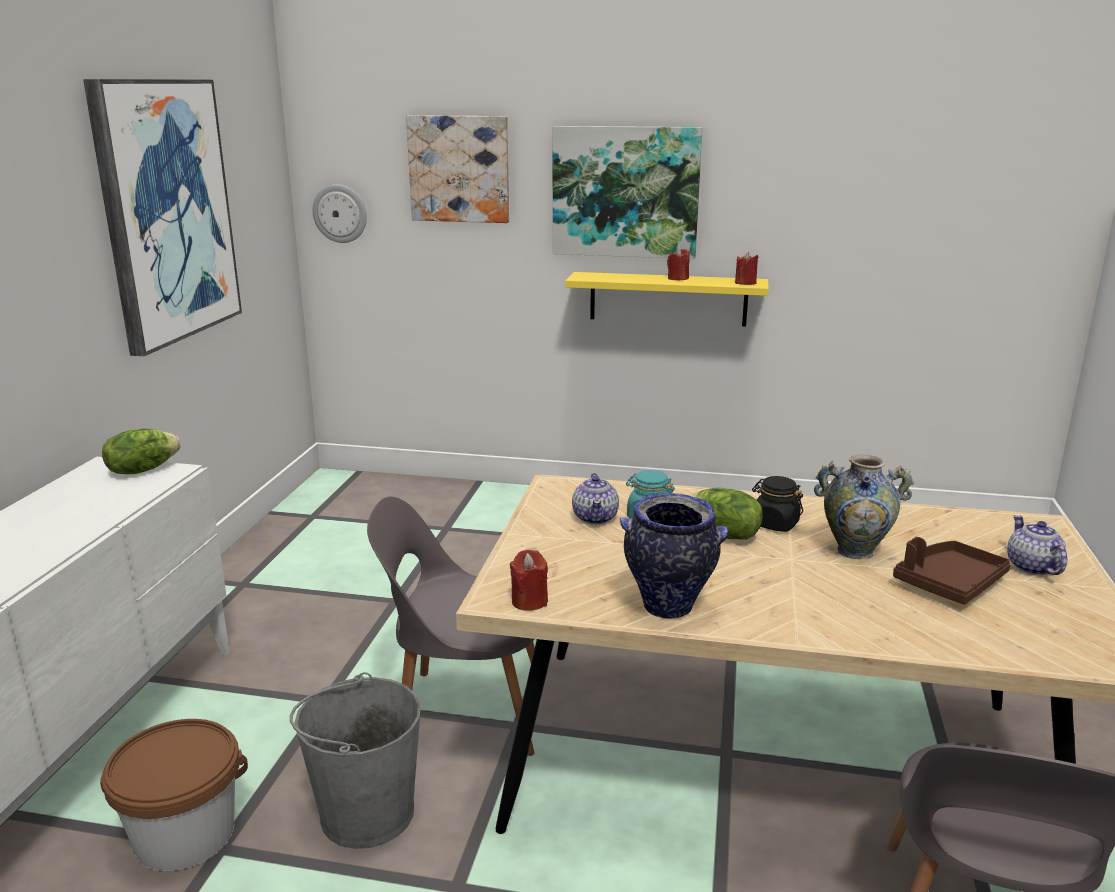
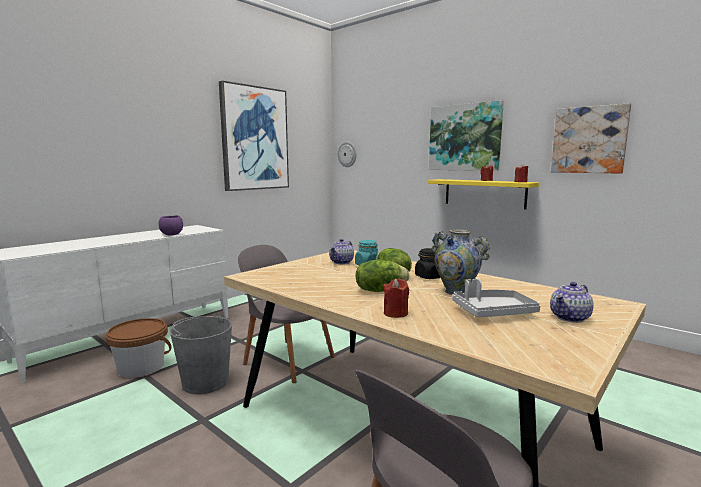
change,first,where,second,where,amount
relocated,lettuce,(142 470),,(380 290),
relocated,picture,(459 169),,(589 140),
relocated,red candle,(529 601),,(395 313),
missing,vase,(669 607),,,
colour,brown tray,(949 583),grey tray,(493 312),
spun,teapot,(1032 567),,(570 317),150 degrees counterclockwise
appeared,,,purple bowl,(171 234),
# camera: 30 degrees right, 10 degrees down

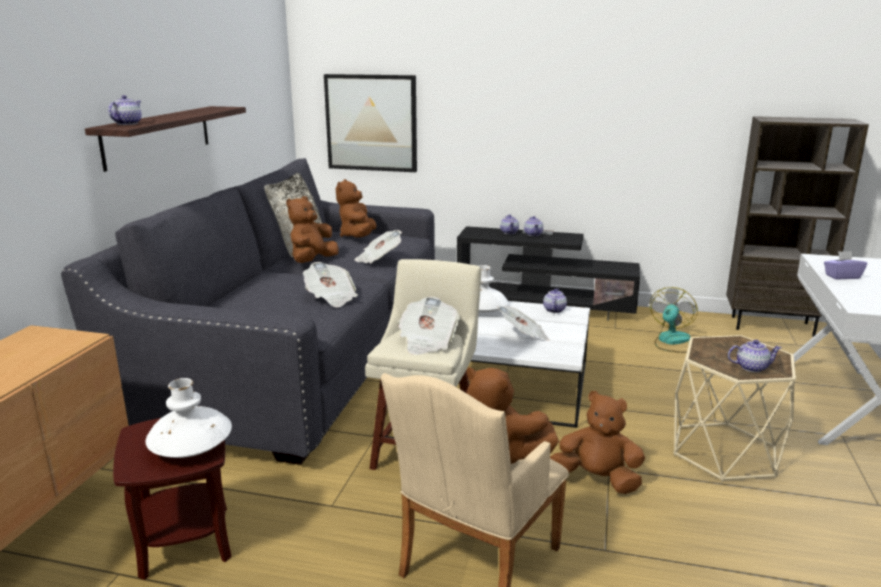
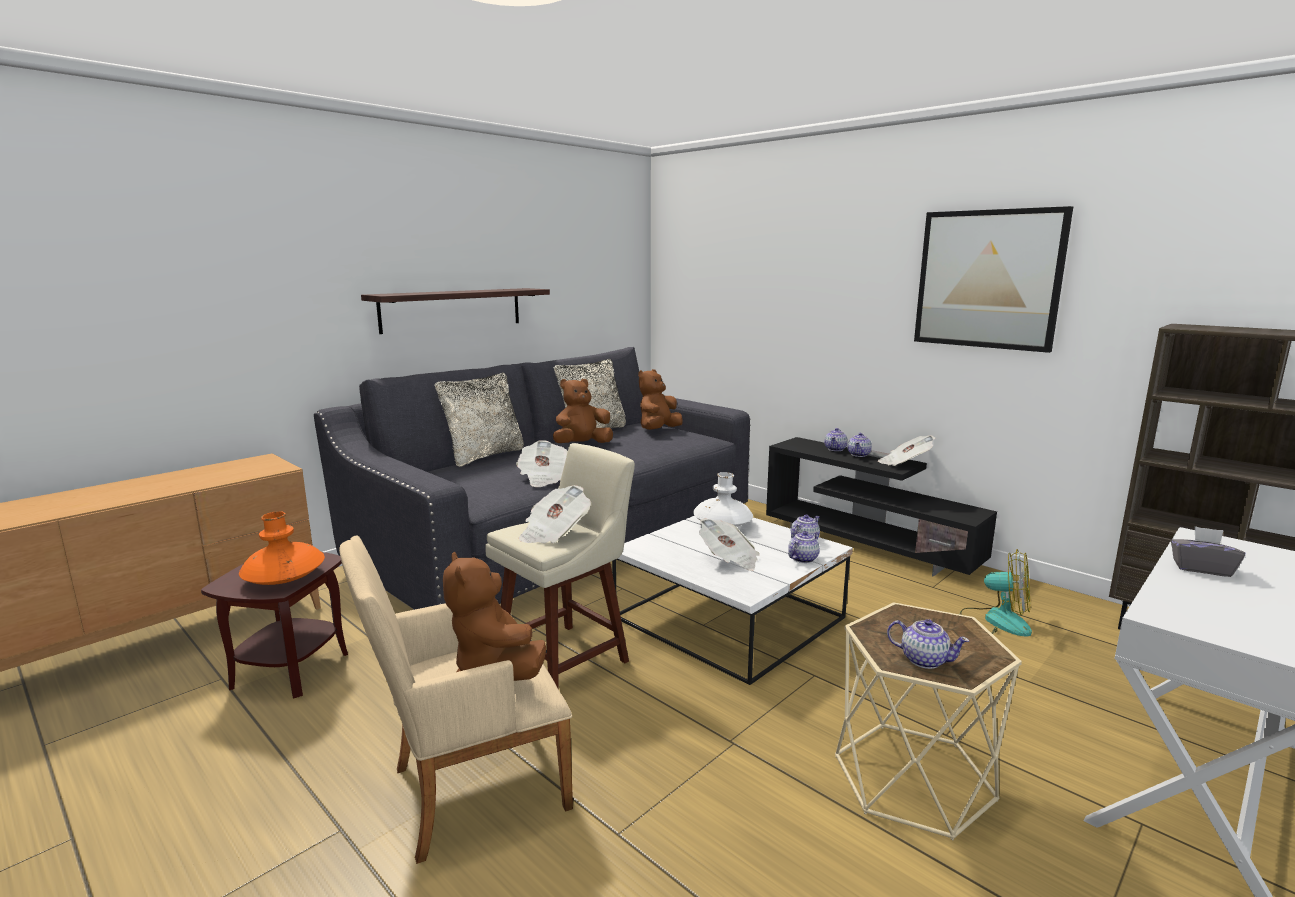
change,first,where,second,where,amount
relocated,teapot,(127 123),,(803 558),
colour,white vase,(191 446),orange vase,(284 578),
relocated,picture,(371 123),,(988 279),
relocated,newspaper,(378 259),,(904 464),
missing,brown plush toy,(597 479),,,
spun,fan,(672 342),,(995 621),60 degrees clockwise
colour,purple tissue box,(842 276),grey tissue box,(1201 568),
appeared,,,beige pillow,(485 456),
# camera: 30 degrees right, 5 degrees down

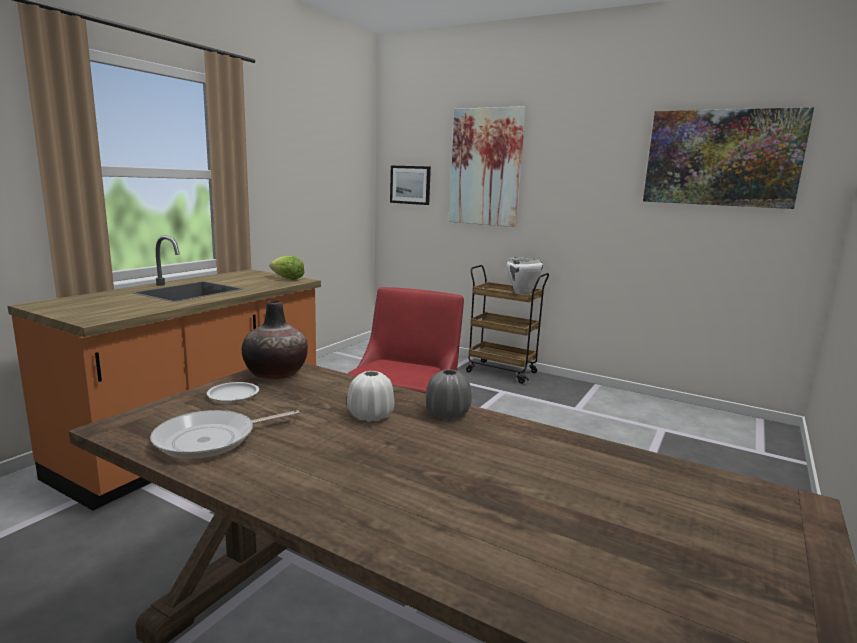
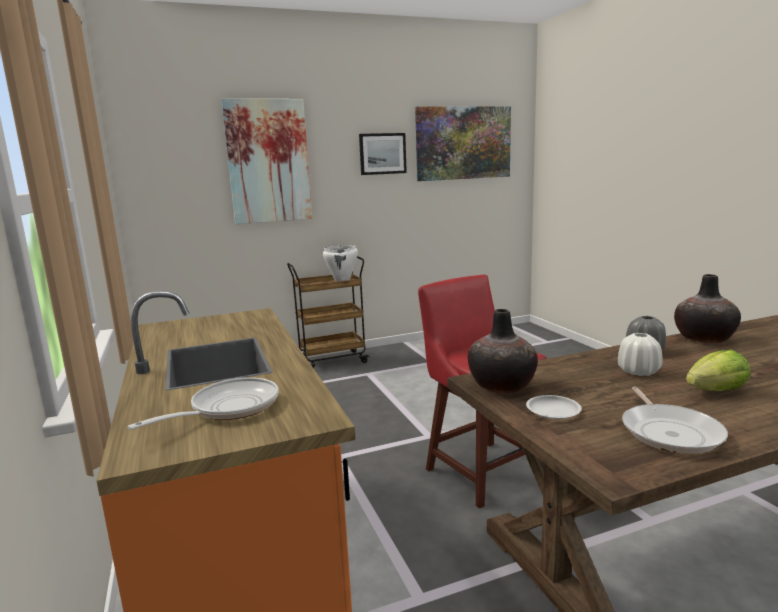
change,first,where,second,where,amount
relocated,lettuce,(287 279),,(716 391),
relocated,picture,(410 185),,(382 154),
appeared,,,frying pan,(228 408),
appeared,,,vase,(704 339),
# camera: 50 degrees left, 0 degrees up

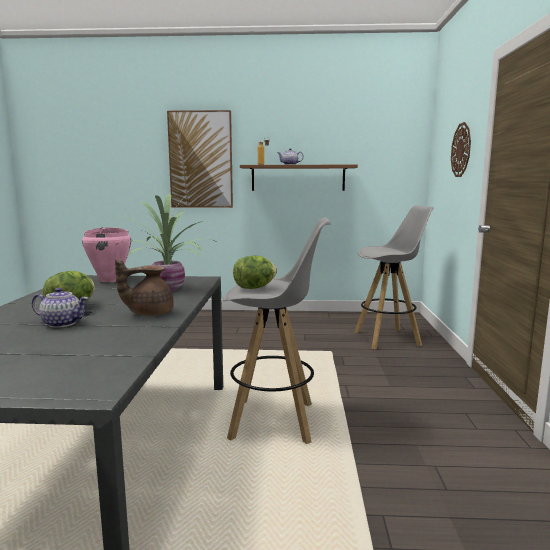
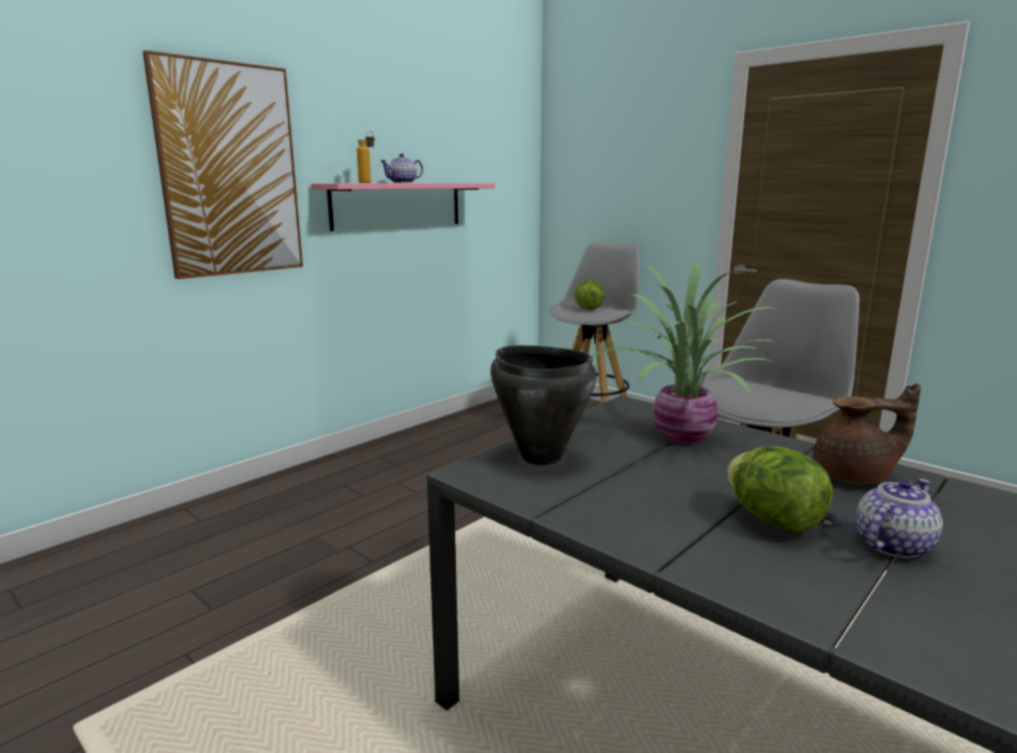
change,first,where,second,where,amount
colour,pink cooking pot,(110 280),black cooking pot,(540 457),
spun,brown teapot,(149 313),,(855 477),105 degrees counterclockwise
relocated,lettuce,(254 288),,(589 309),
colour,brown shelf,(298 178),pink shelf,(398 205),
missing,wall clock,(461 150),,,
# camera: 50 degrees left, 5 degrees up

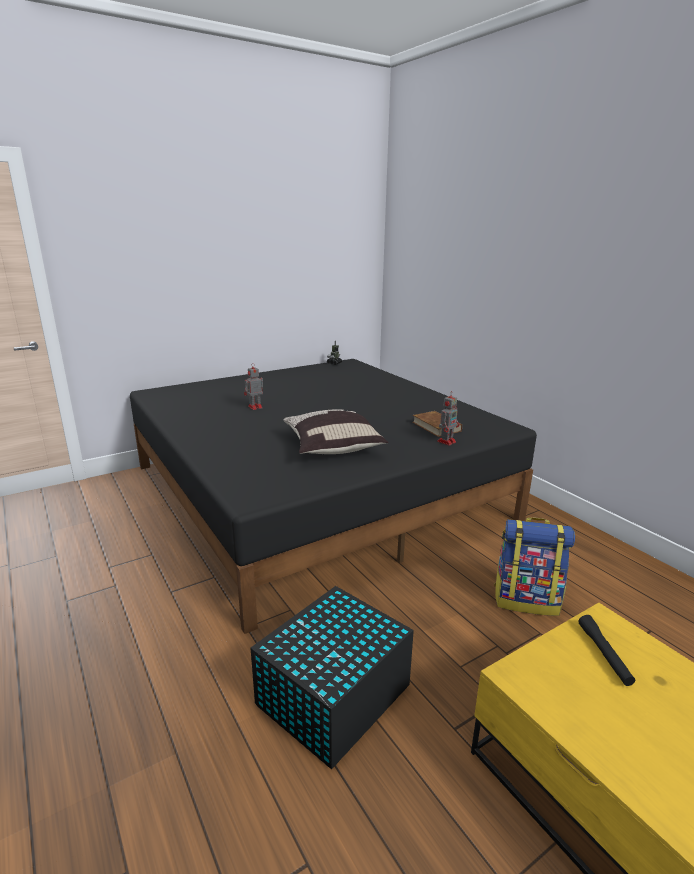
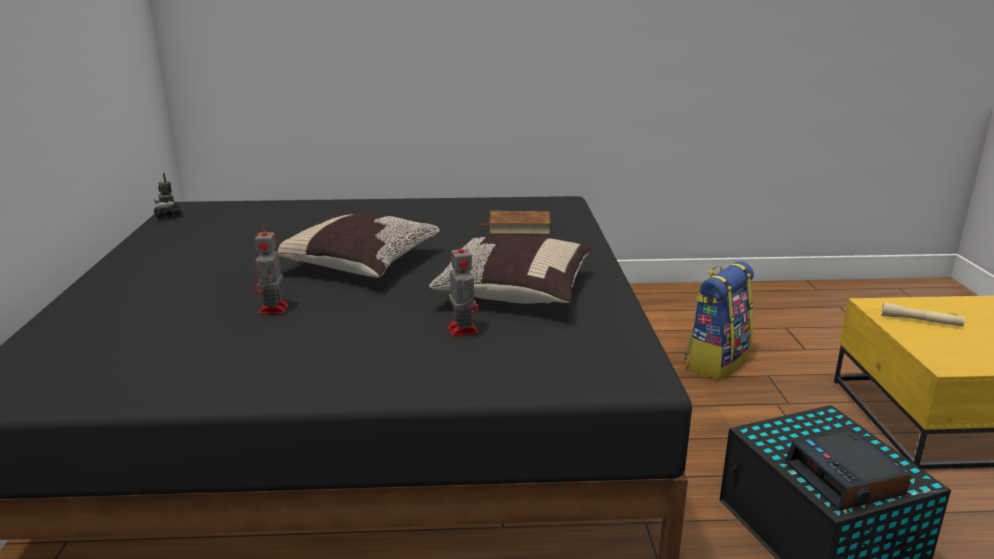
change,first,where,second,where,amount
relocated,toy robot,(447 441),,(462 329),
colour,black flashlight,(604 654),beige flashlight,(921 321),
appeared,,,pillow,(359 263),
appeared,,,alarm clock,(845 480),
# camera: 60 degrees left, 0 degrees up

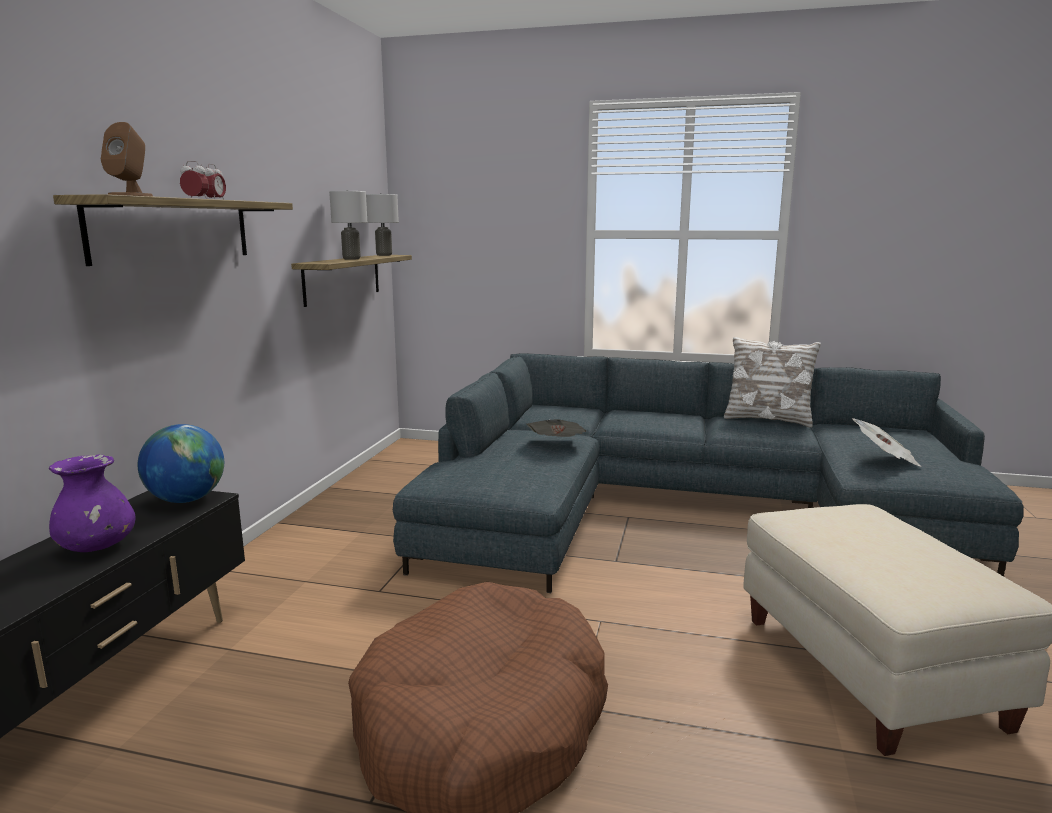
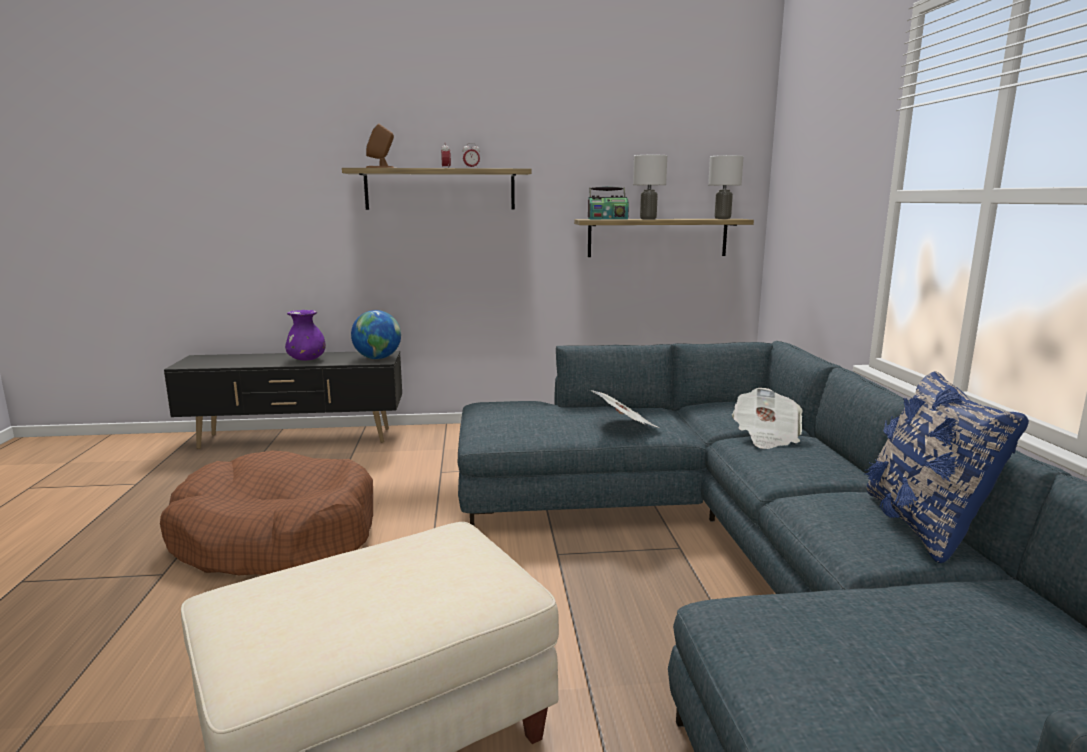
change,first,where,second,where,amount
colour,white pillow,(767 420),blue pillow,(921 526),
relocated,newspaper,(885 459),,(766 437),
appeared,,,radio,(607 219),
# camera: 70 degrees right, 0 degrees up

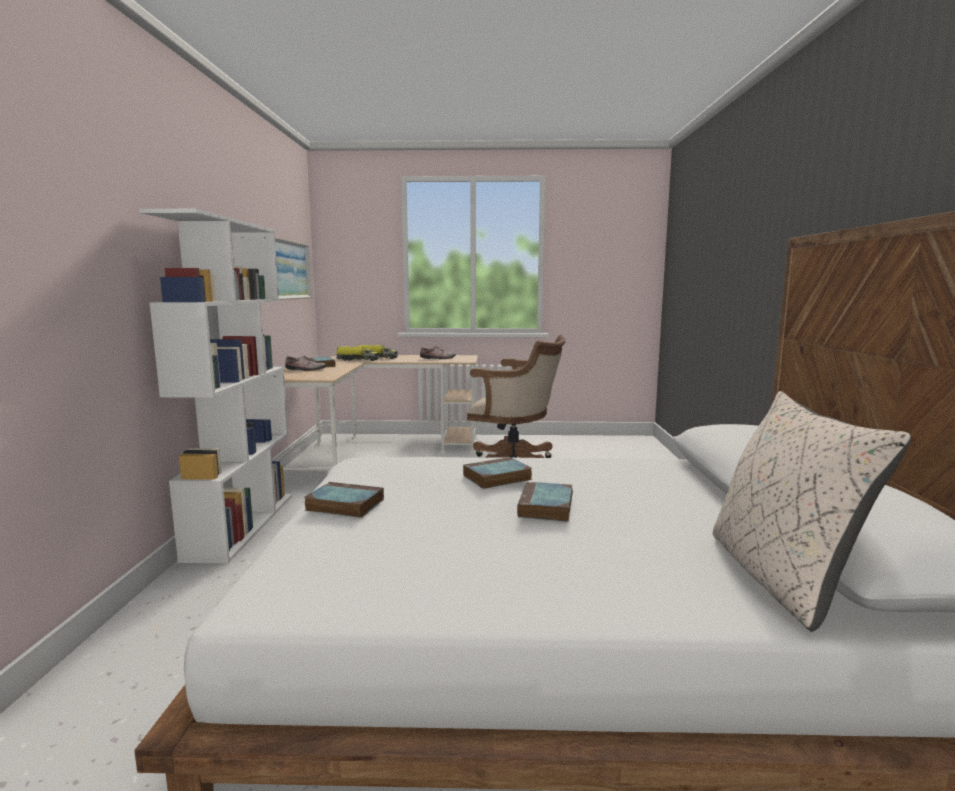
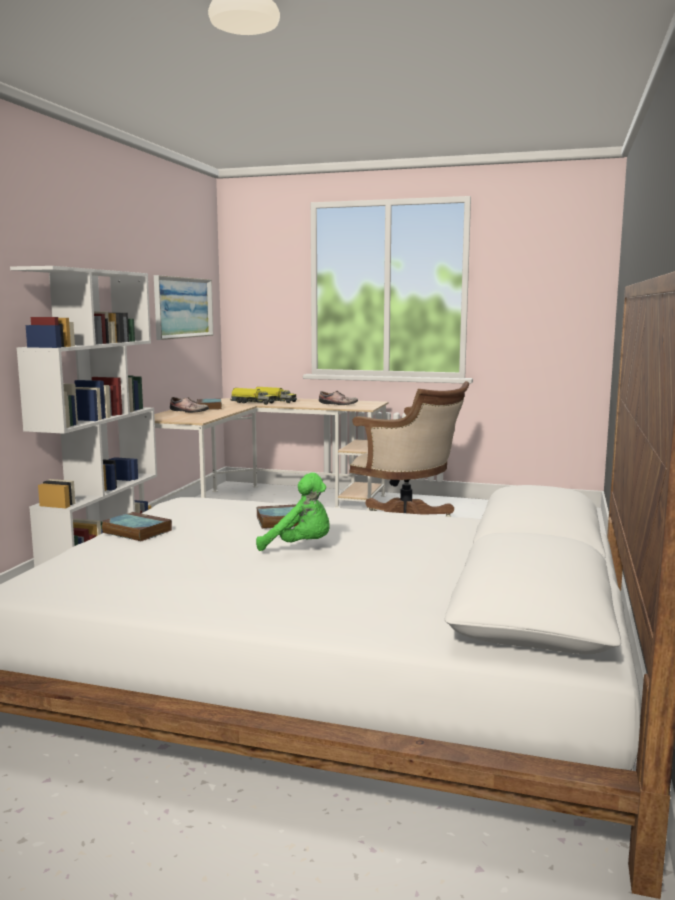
change,first,where,second,where,amount
exchanged,book,(546 507),green plush toy,(300 547),
missing,beige pillow,(780 577),,,
# camera: 15 degrees right, 0 degrees up

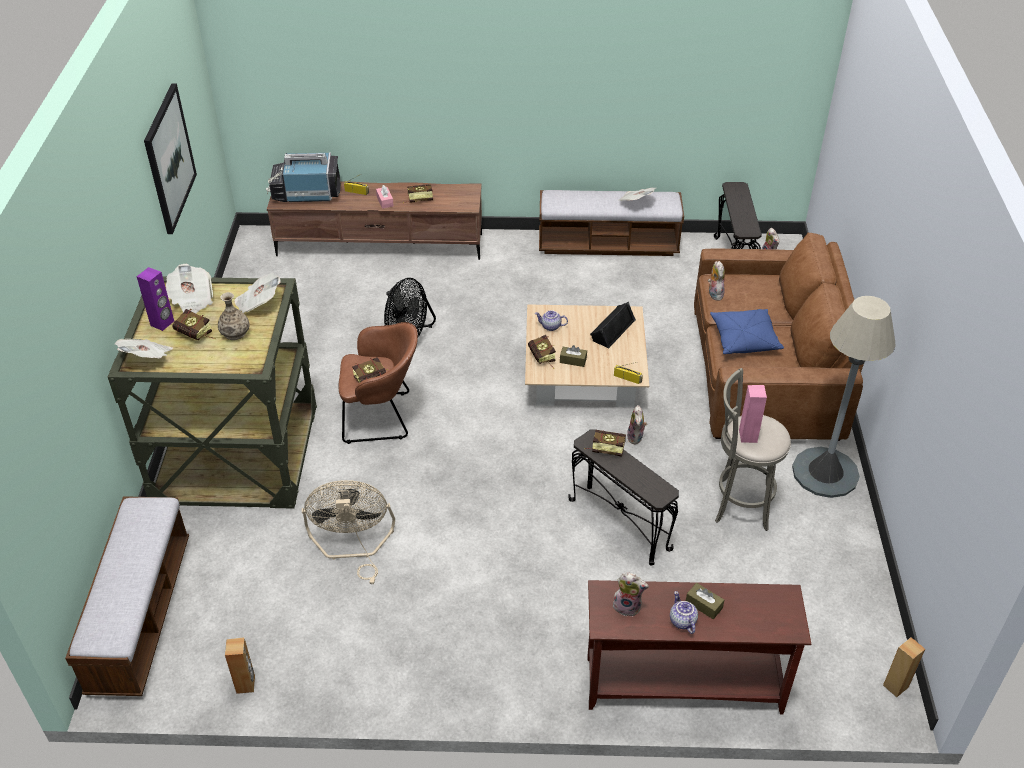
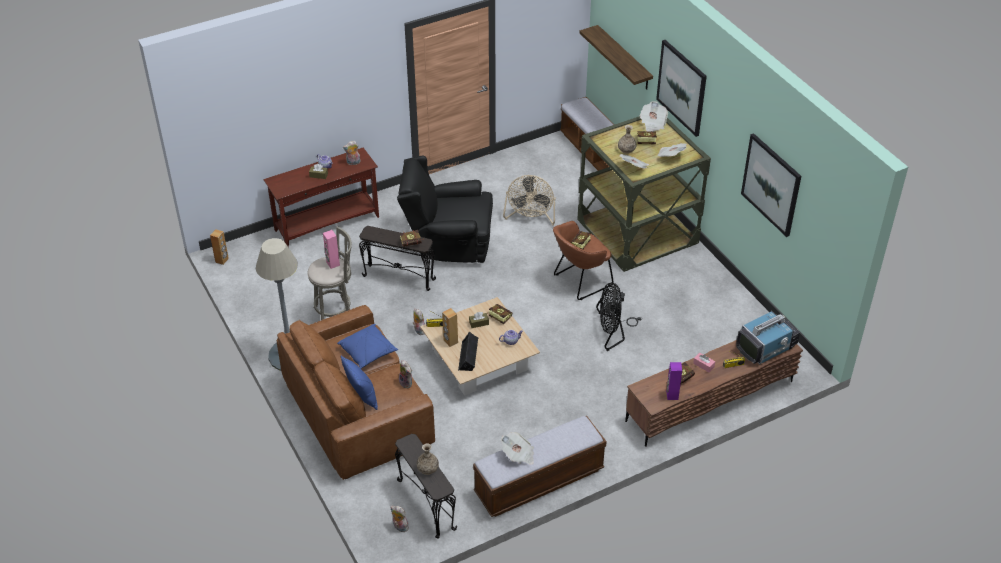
change,first,where,second,where,amount
relocated,purple speaker,(162 323),,(672 395),
relocated,brown speaker,(246 684),,(450 341),
spun,beige fan,(354 547),,(529 215),45 degrees clockwise
appeared,,,blue pillow,(362 396),
appeared,,,black armchair,(448 244),
appeared,,,vase,(427 468),
appeared,,,shelf,(624 58),
appeared,,,picture,(682 87),
# camera: 150 degrees right, 0 degrees up

